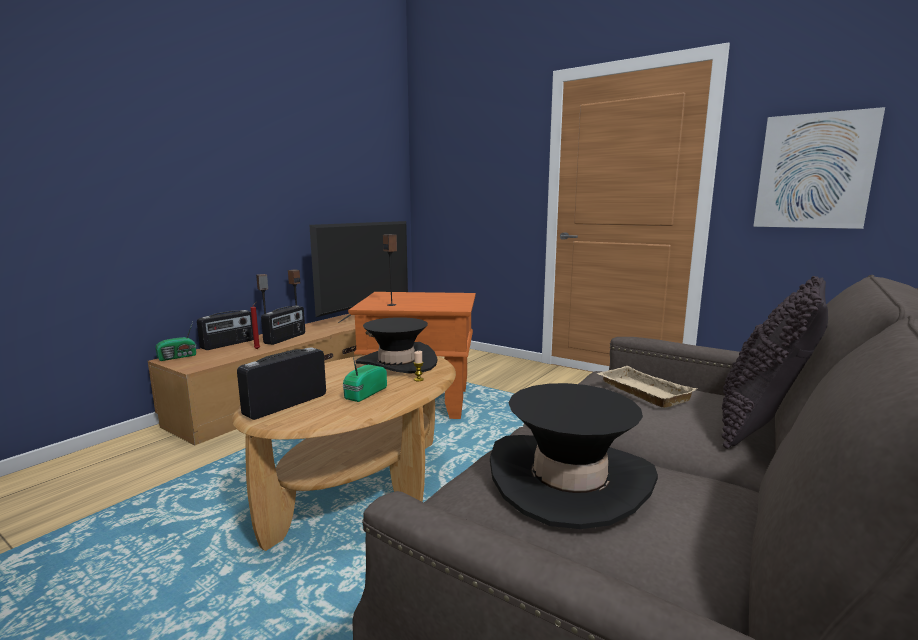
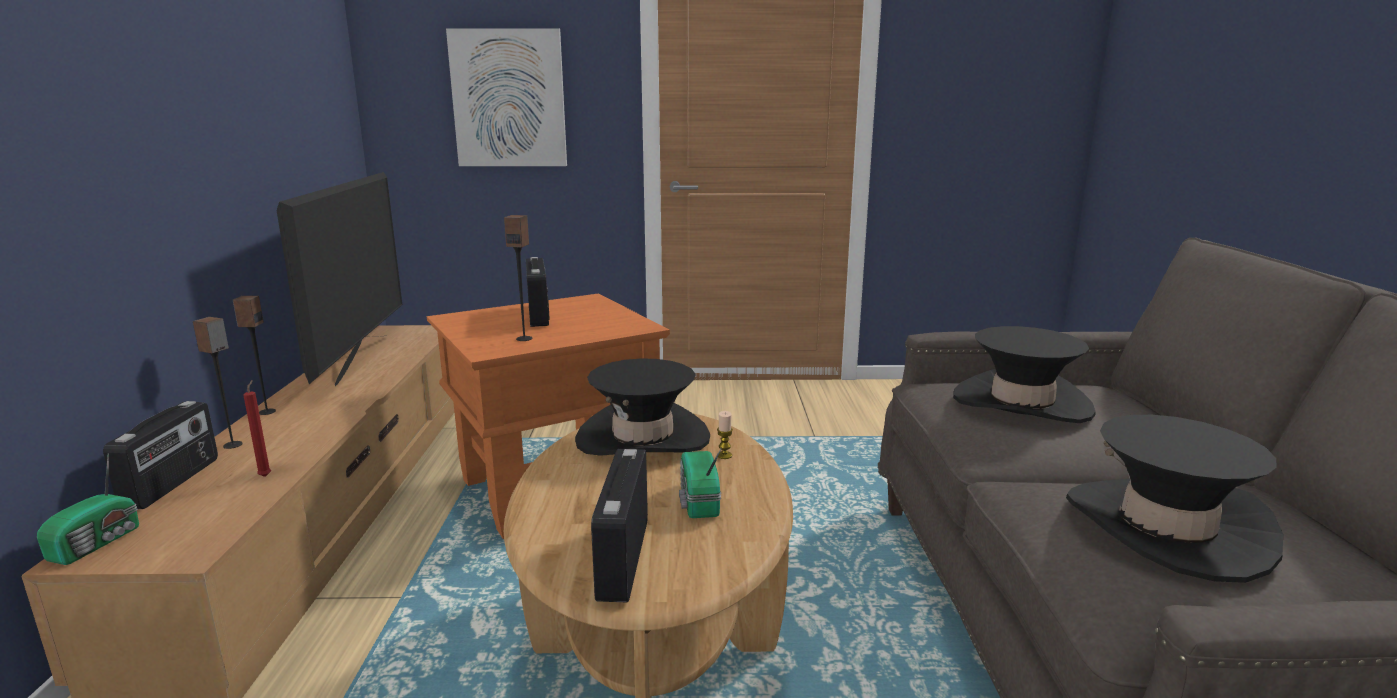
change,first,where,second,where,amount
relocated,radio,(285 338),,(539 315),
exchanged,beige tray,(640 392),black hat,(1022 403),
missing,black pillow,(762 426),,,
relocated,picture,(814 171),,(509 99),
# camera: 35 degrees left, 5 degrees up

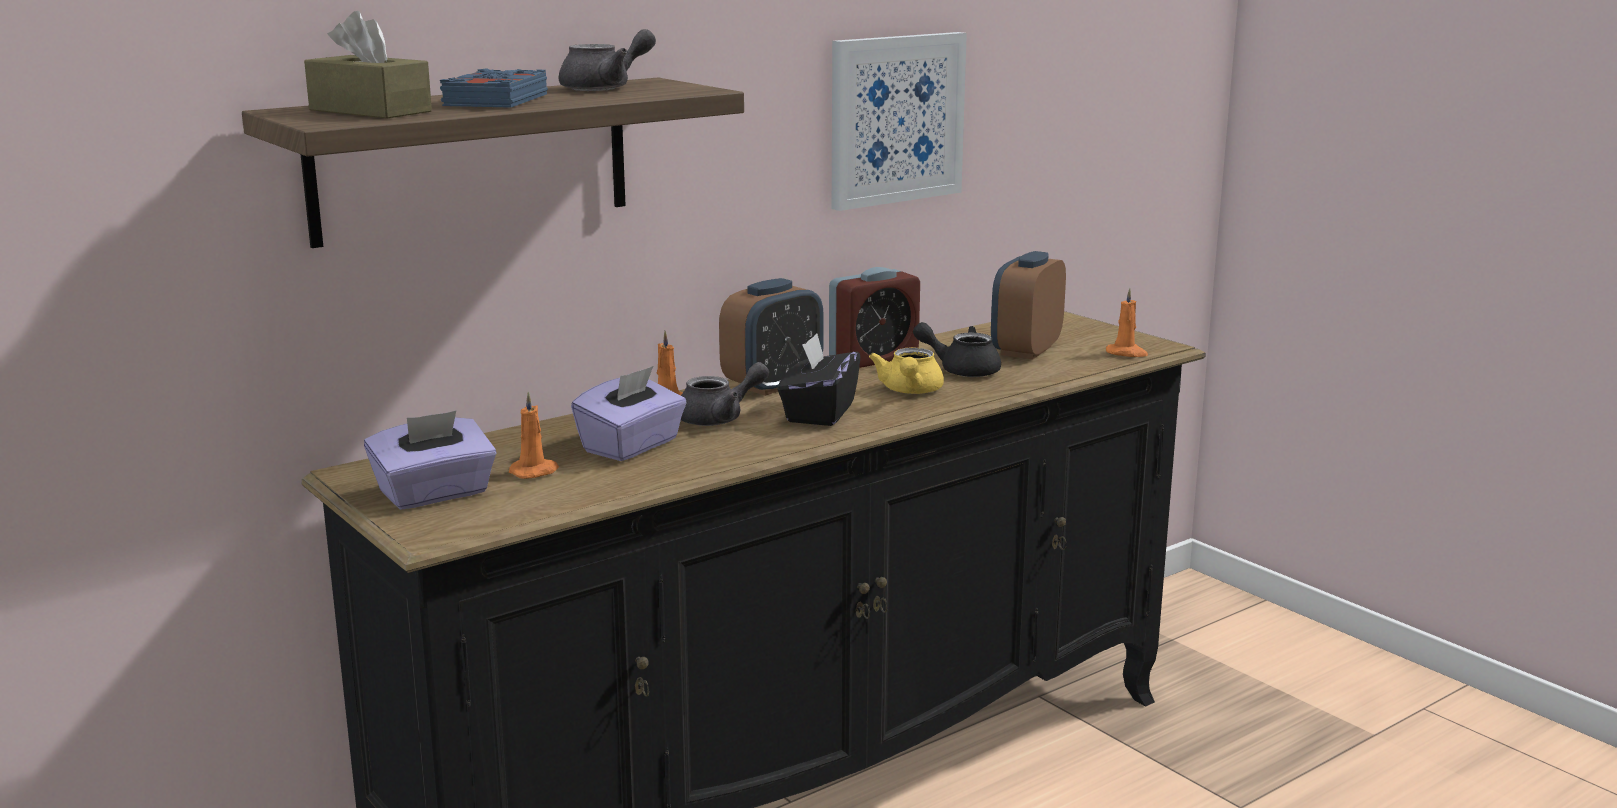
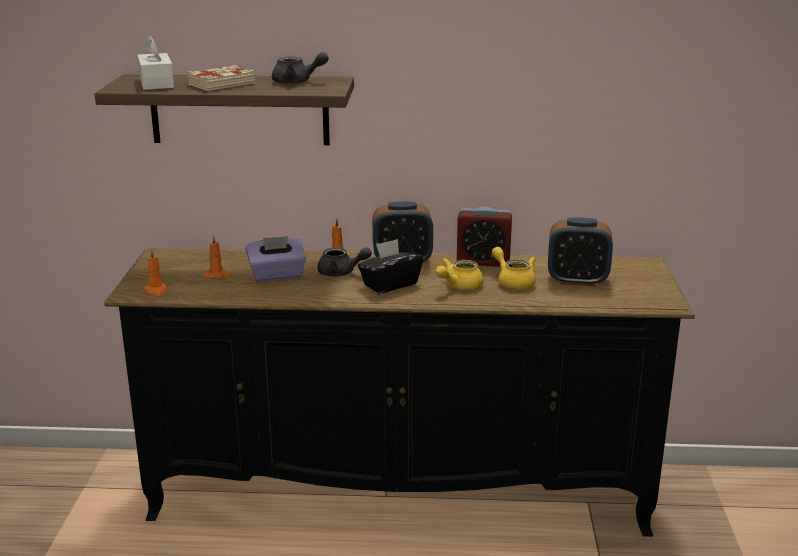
change,first,where,second,where,amount
colour,brown tissue box,(370 111),white tissue box,(156 83),
missing,purple tissue box,(435 494),,,
colour,blue book,(494 101),beige book,(221 84),
missing,picture,(895 119),,,
colour,black teapot,(961 370),yellow teapot,(513 282),
spun,alarm clock,(1026 350),,(577 280),150 degrees counterclockwise
relocated,orange candle,(1127 353),,(156 291),
# camera: 40 degrees right, 5 degrees up

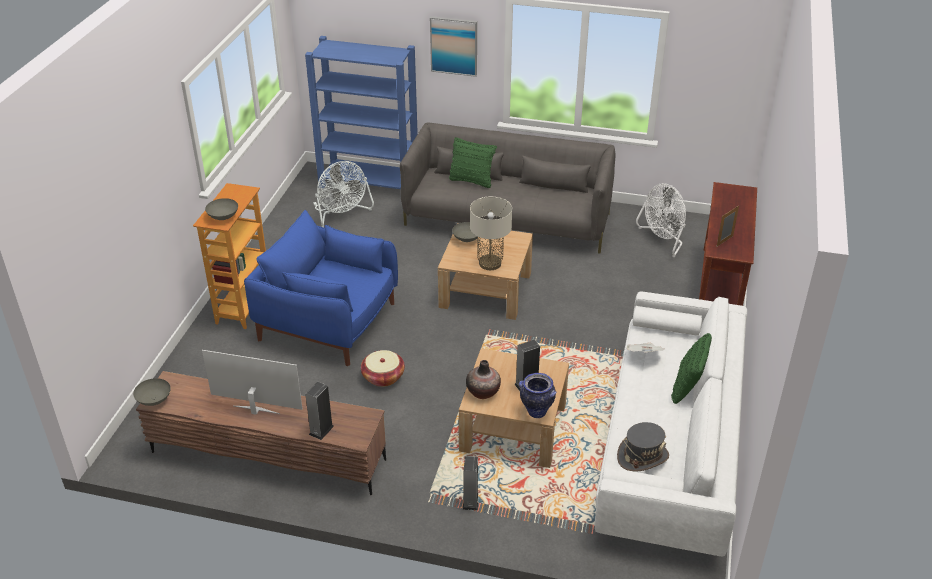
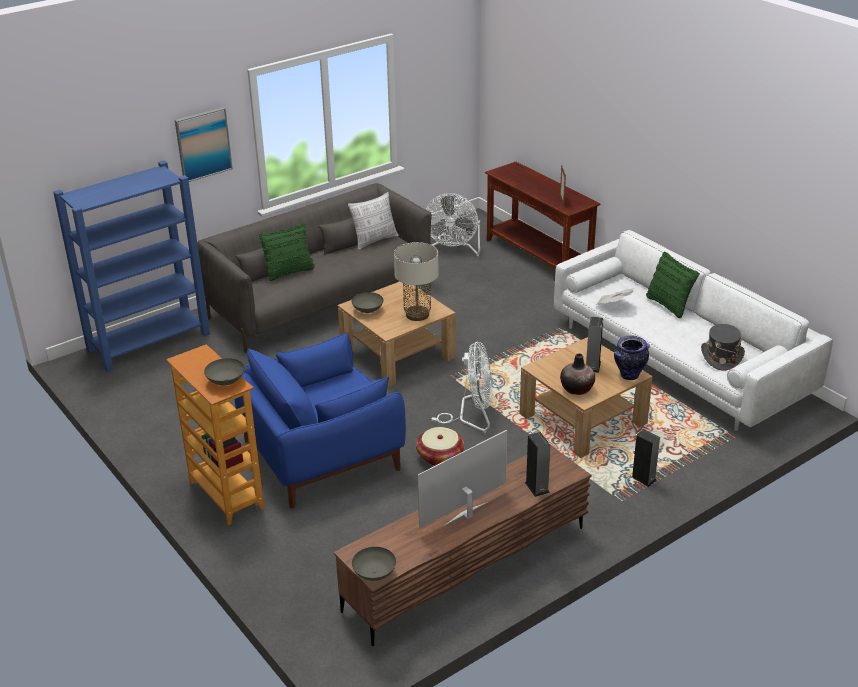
change,first,where,second,where,amount
relocated,white fan,(339 214),,(472 412),
appeared,,,pillow,(374 240),
# camera: 50 degrees left, 5 degrees down

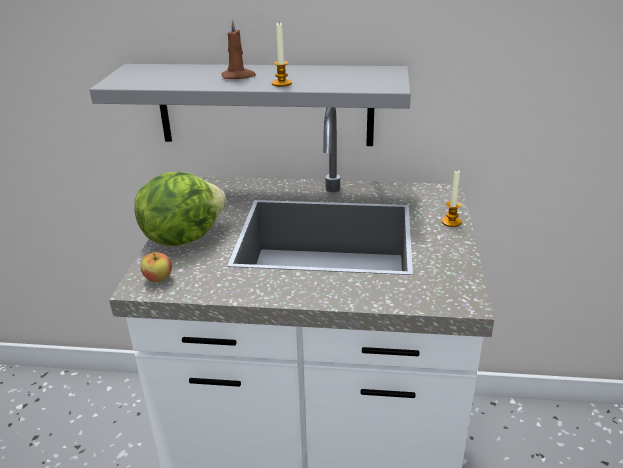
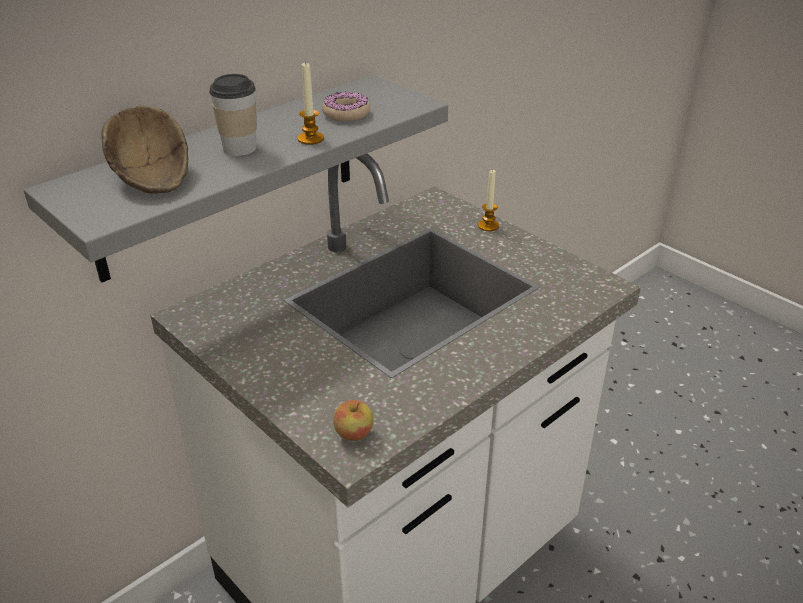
change,first,where,second,where,amount
missing,lettuce,(182 236),,,
exchanged,brown candle,(239 76),cup,(239 148),
appeared,,,brown bowl,(150 178),
appeared,,,donut,(346 113),
# camera: 50 degrees left, 5 degrees up

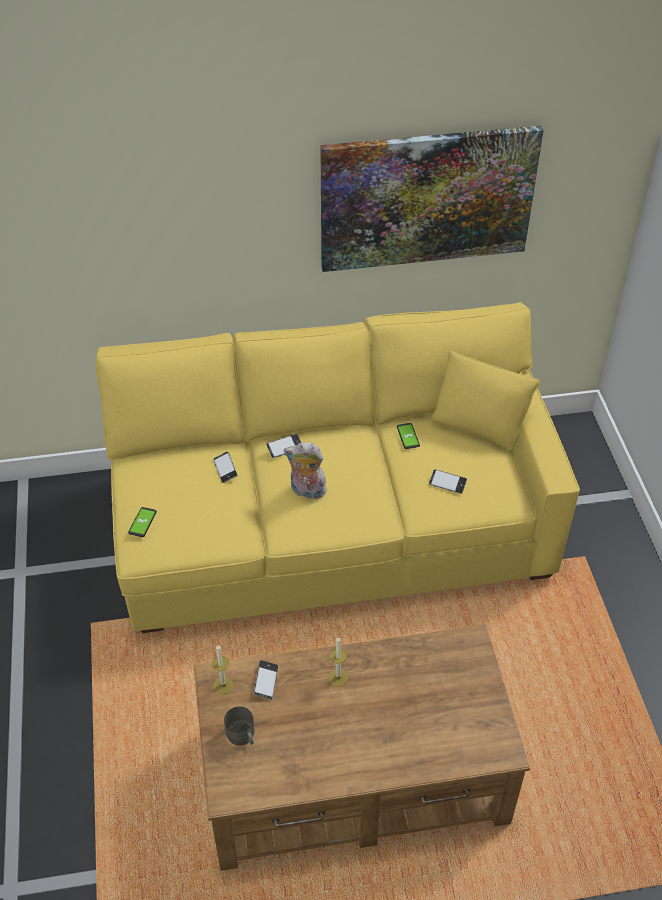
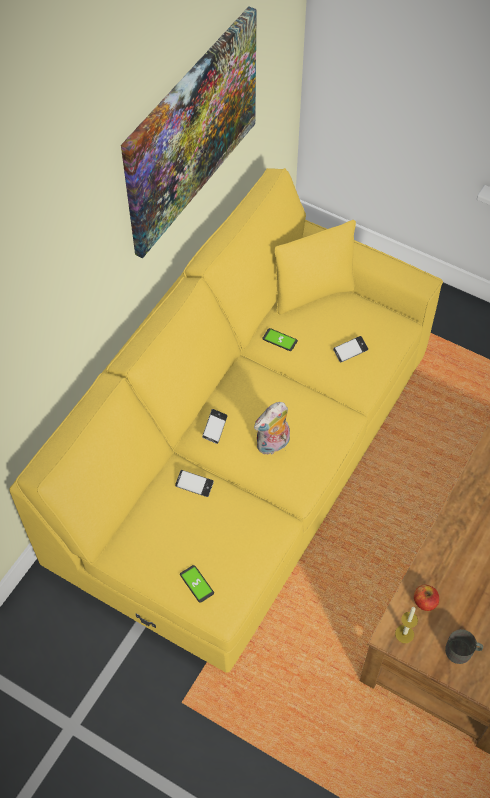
change,first,where,second,where,amount
exchanged,phone,(266 681),apple,(425 602),
missing,candle,(338 677),,,
# camera: 50 degrees left, 10 degrees up

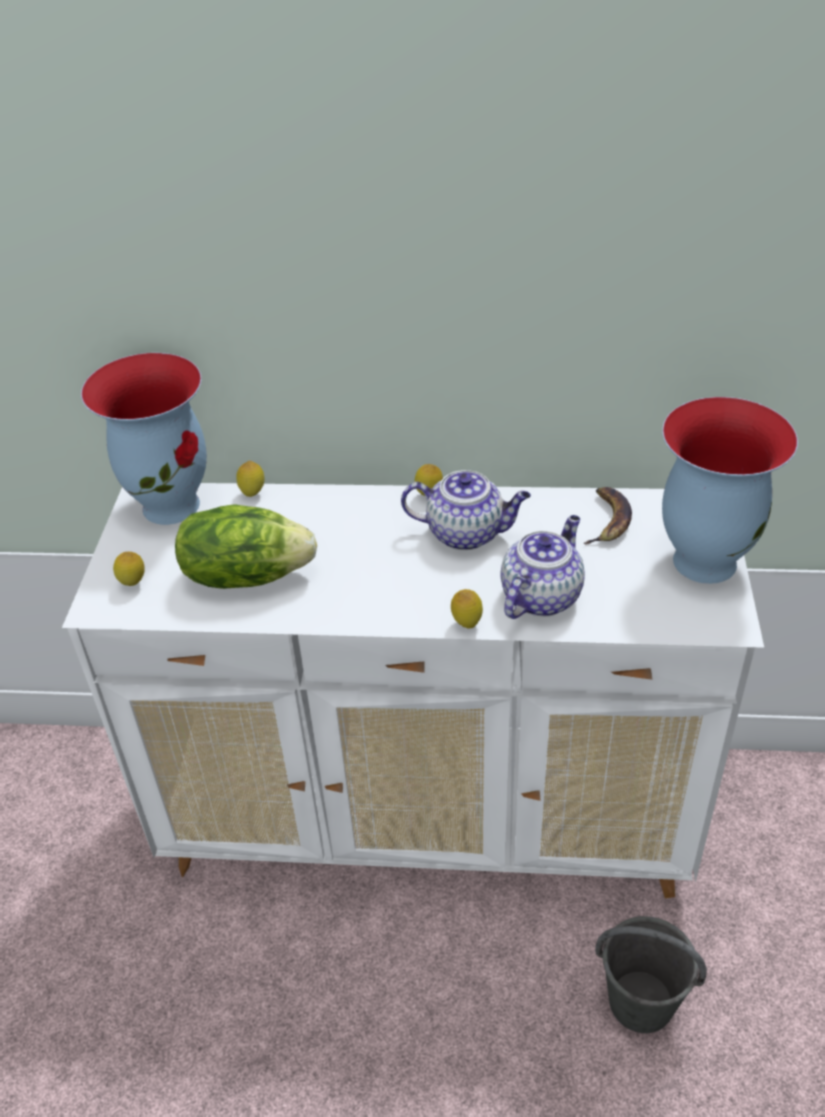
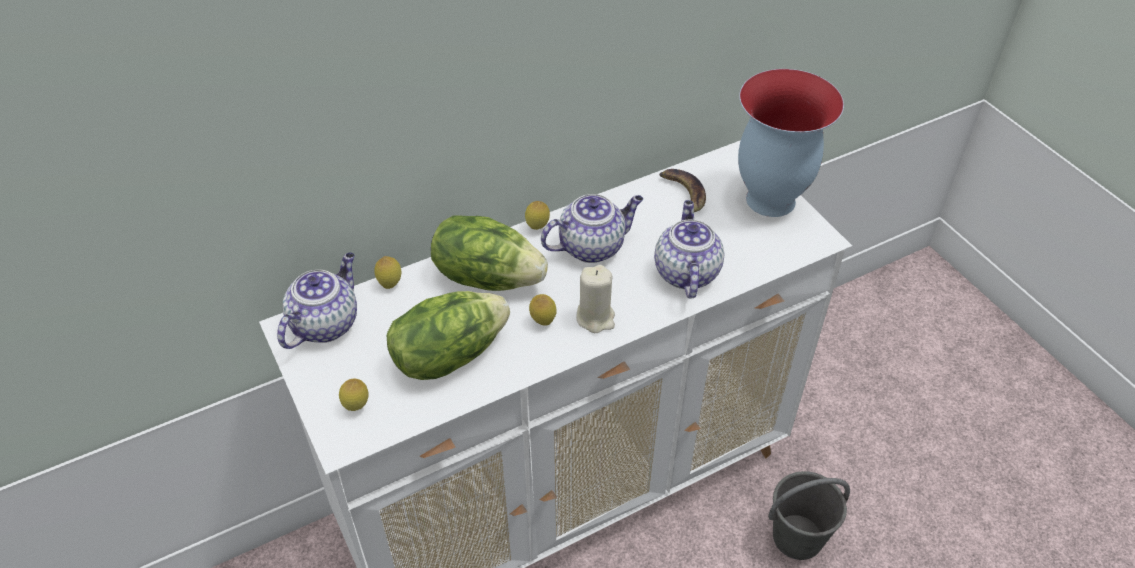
change,first,where,second,where,amount
exchanged,vase,(172 504),teapot,(325 323),
relocated,lemon,(466 624),,(543 322),
appeared,,,lettuce,(488 276),
appeared,,,beige candle,(595 318),
# camera: 35 degrees left, 5 degrees up

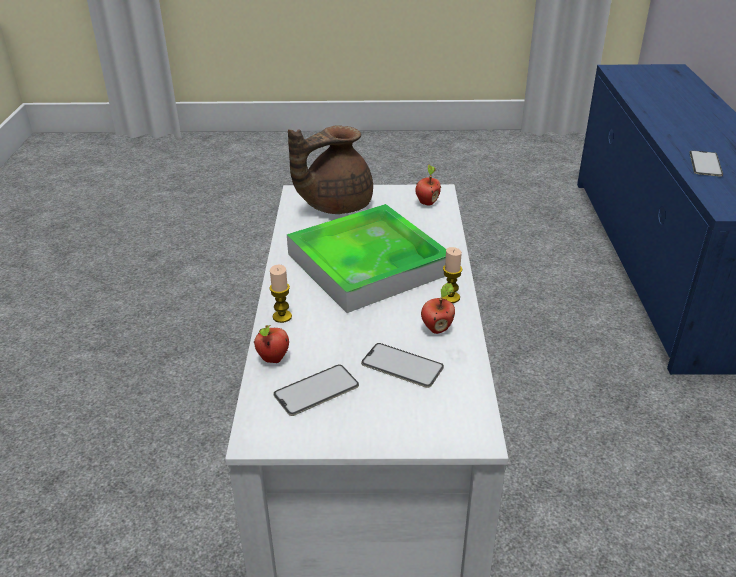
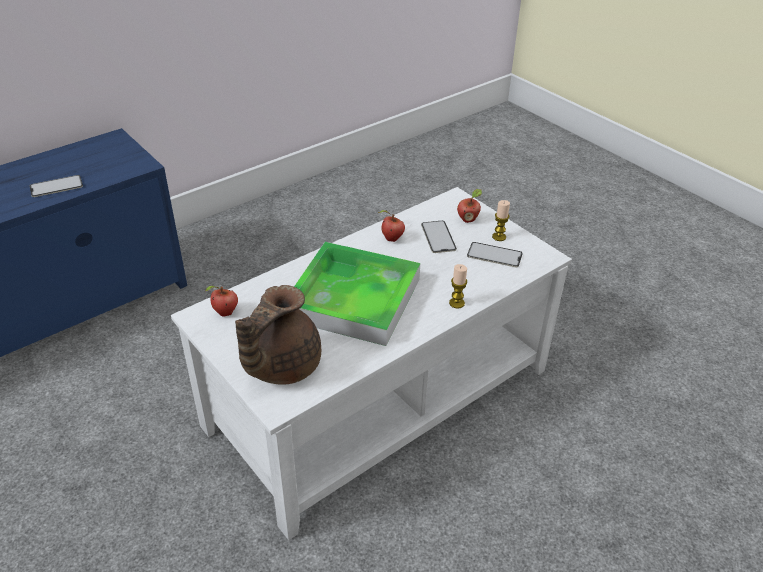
change,first,where,second,where,amount
relocated,apple,(273 360),,(468 219),
spun,brown teapot,(334 205),,(280 366),105 degrees clockwise
relocated,candle,(450 297),,(499 237),
# camera: 130 degrees left, 5 degrees up

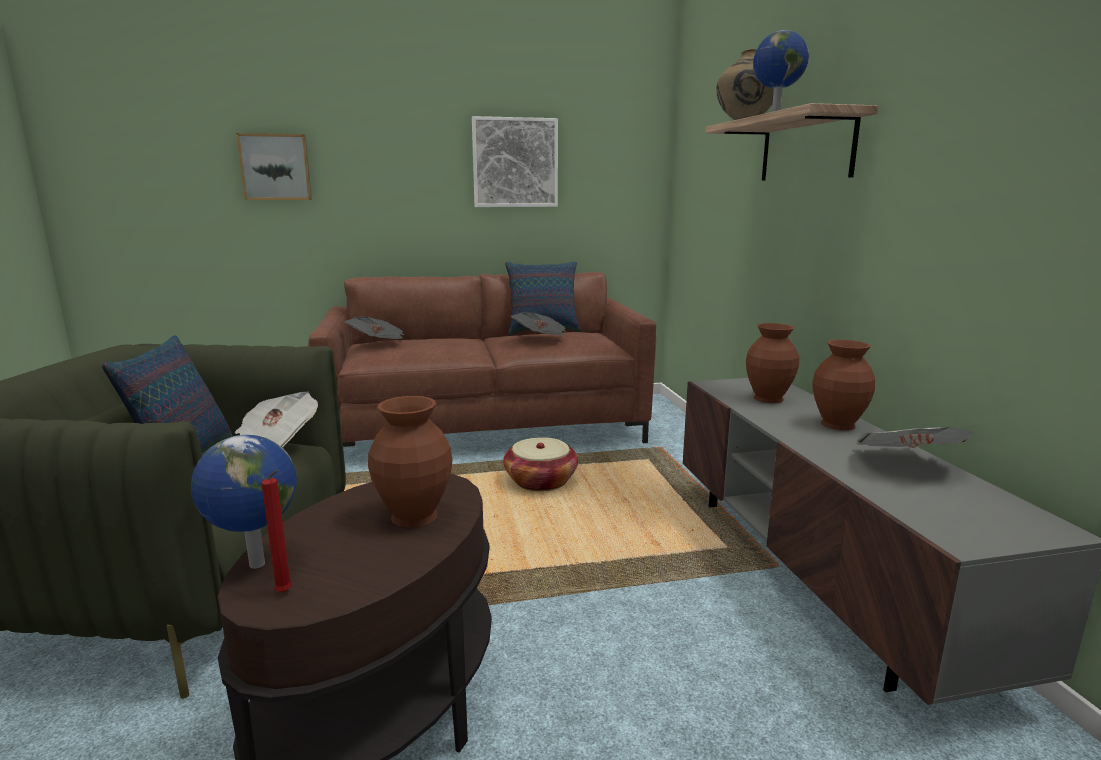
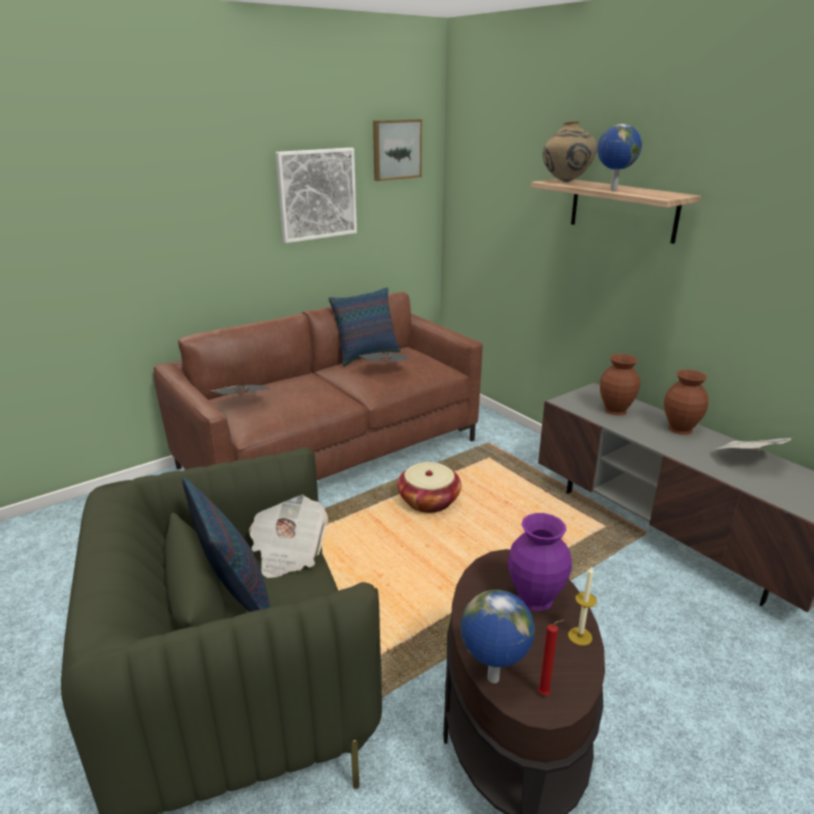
change,first,where,second,where,amount
relocated,picture,(275 167),,(396 149),
colour,brown vase,(416 515),purple vase,(536 597),
appeared,,,candle,(580 636),
# camera: 25 degrees left, 10 degrees up

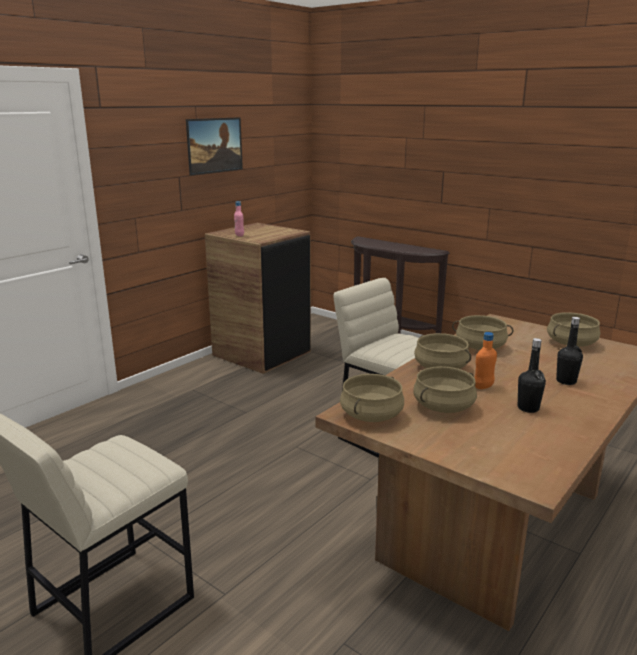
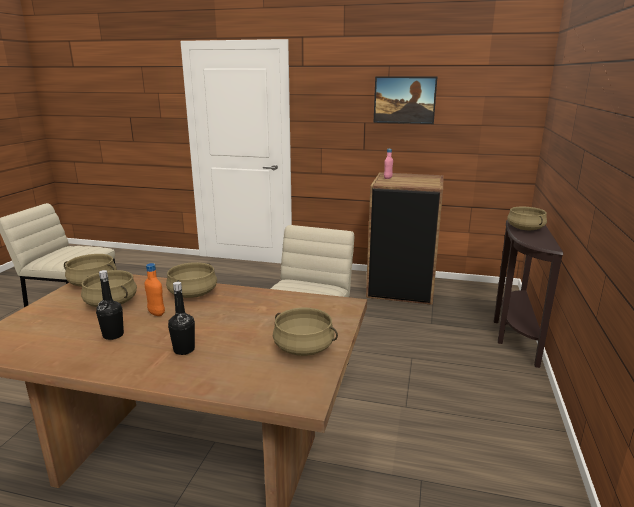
change,first,where,second,where,amount
relocated,beige cooking pot,(480 346),,(525 228),
# camera: 65 degrees right, 0 degrees up

